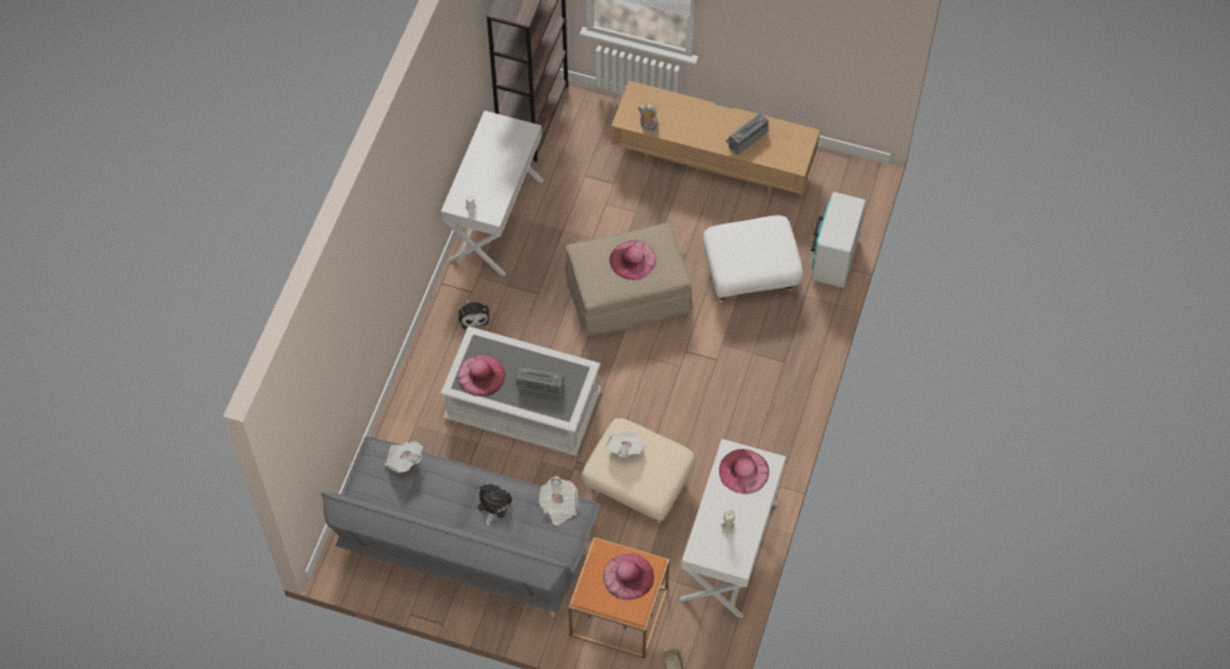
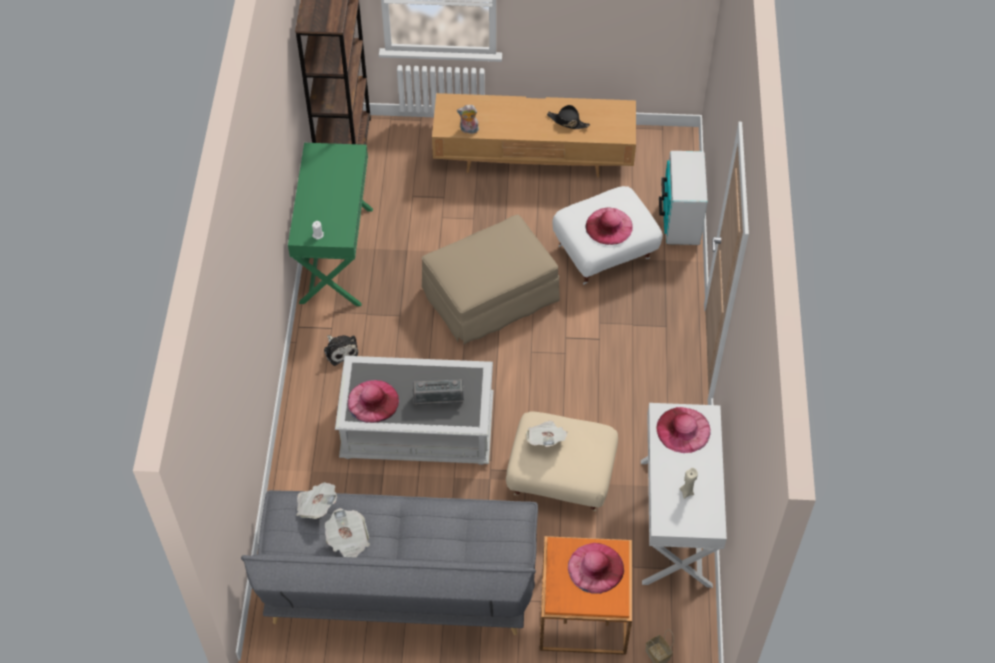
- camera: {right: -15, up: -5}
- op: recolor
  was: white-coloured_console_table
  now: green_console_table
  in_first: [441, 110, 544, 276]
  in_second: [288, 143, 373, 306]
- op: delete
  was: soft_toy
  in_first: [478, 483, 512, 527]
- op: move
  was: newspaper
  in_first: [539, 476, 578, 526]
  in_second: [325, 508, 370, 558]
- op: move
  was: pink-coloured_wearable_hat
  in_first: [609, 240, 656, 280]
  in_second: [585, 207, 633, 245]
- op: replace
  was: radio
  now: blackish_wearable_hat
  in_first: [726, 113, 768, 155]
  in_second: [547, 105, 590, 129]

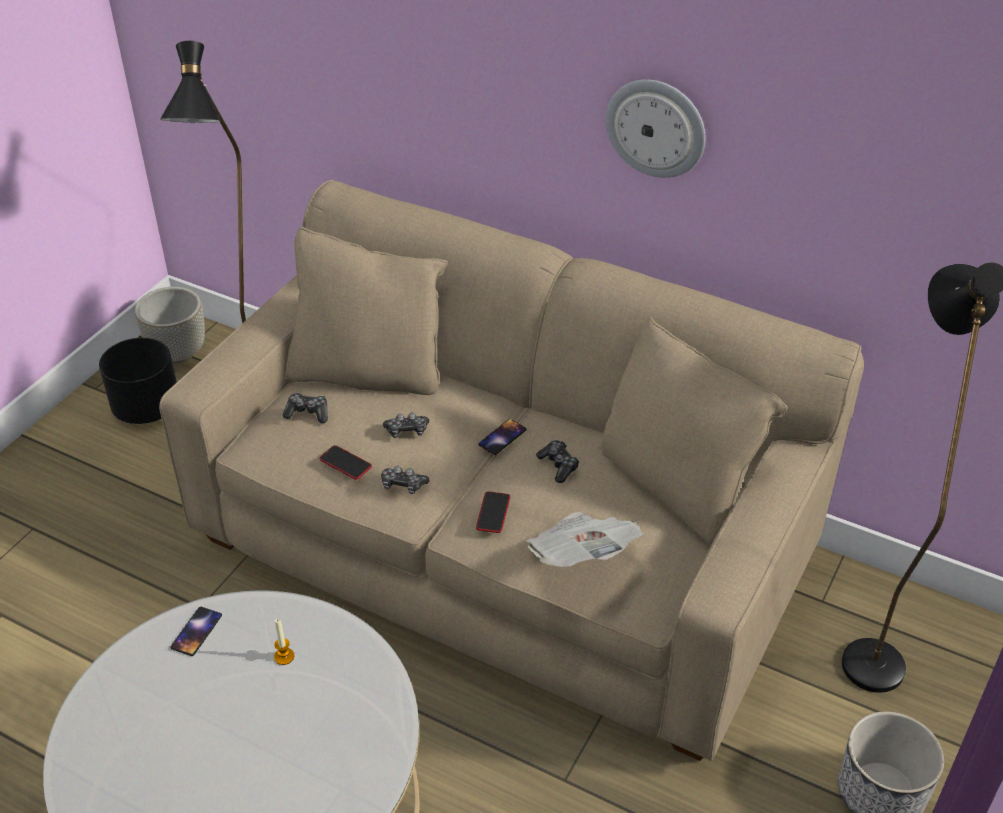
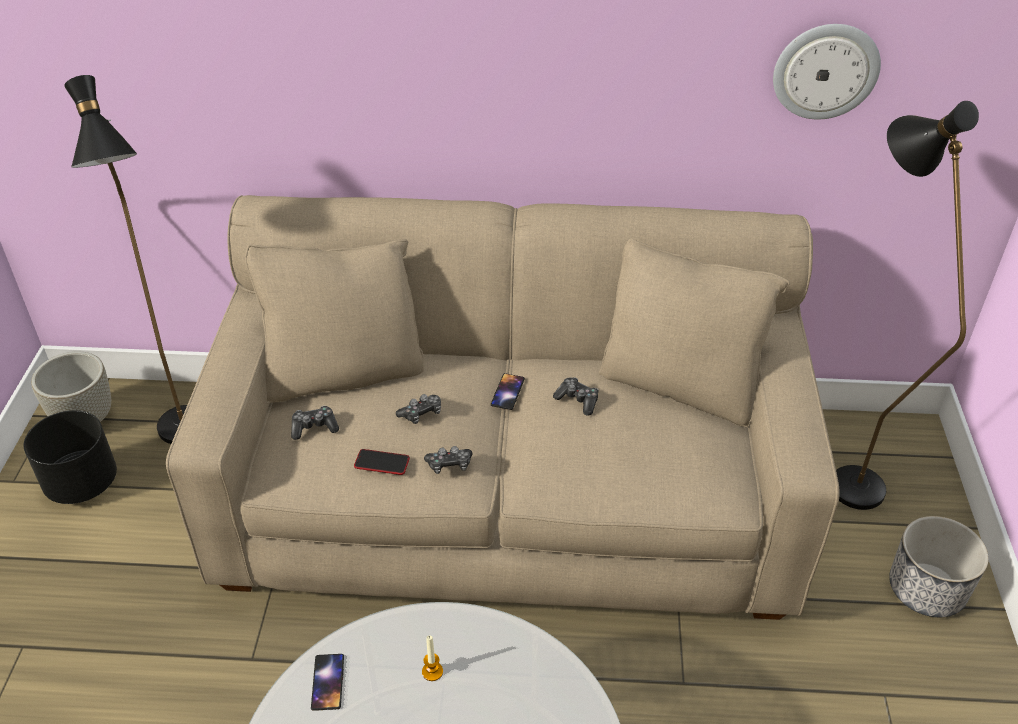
- camera: {right: -25, up: 0}
- op: delete
  was: telephone
  in_first: [476, 491, 510, 533]
- op: delete
  was: newspaper
  in_first: [526, 512, 643, 567]
- op: move
  was: wall_clock
  in_first: [606, 79, 705, 178]
  in_second: [773, 24, 881, 119]

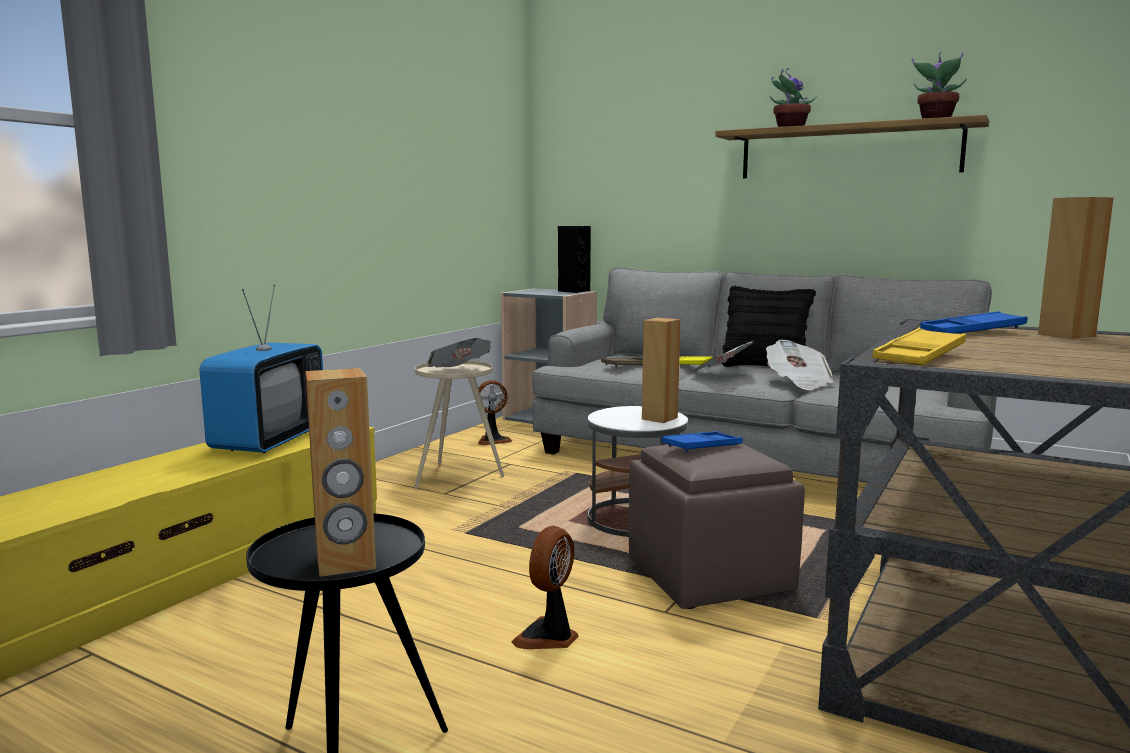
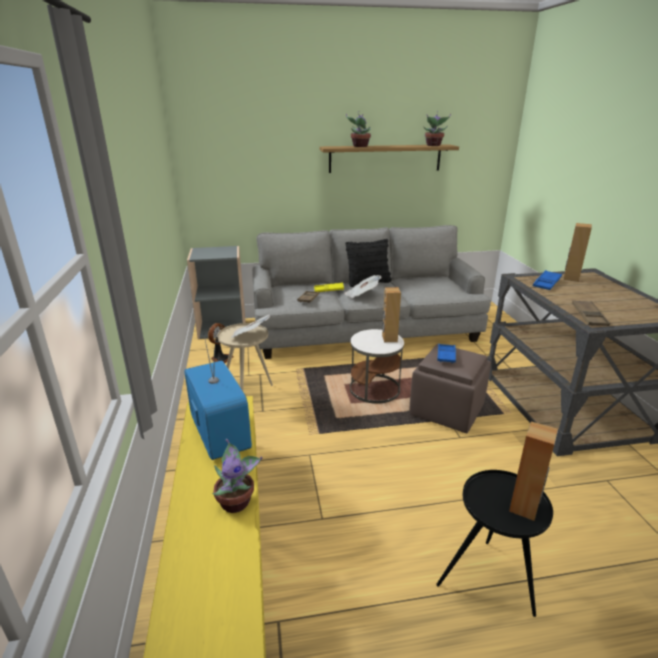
- camera: {right: -40, up: 15}
- op: delete
  was: cooling_fan
  in_first: [511, 526, 579, 649]
- op: delete
  was: blackish_speaker
  in_first: [558, 226, 591, 293]
- op: delete
  was: newspaper
  in_first: [766, 340, 834, 390]
- op: recolor
  was: yellow_tray
  now: brownish_tray
  in_first: [872, 328, 966, 365]
  in_second: [572, 300, 610, 326]
- op: insert
  now: potted_plant
  in_second: [212, 439, 262, 513]

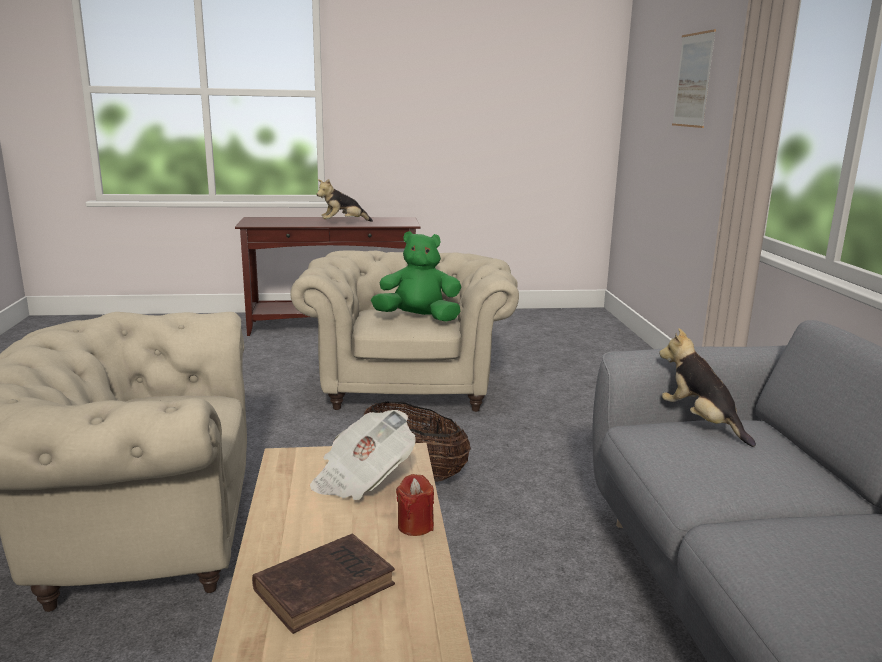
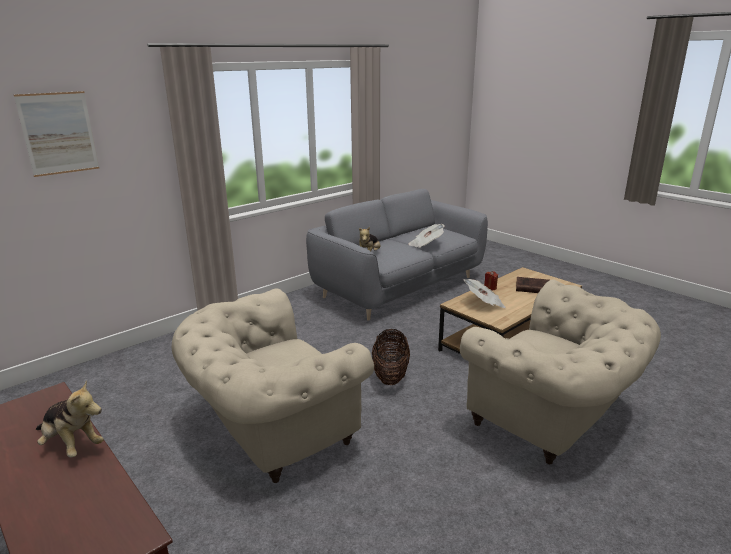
- camera: {right: -125, up: 5}
- op: delete
  was: green_soft_toy
  in_first: [371, 231, 461, 322]
- op: insert
  now: newspaper
  in_second: [408, 224, 445, 248]

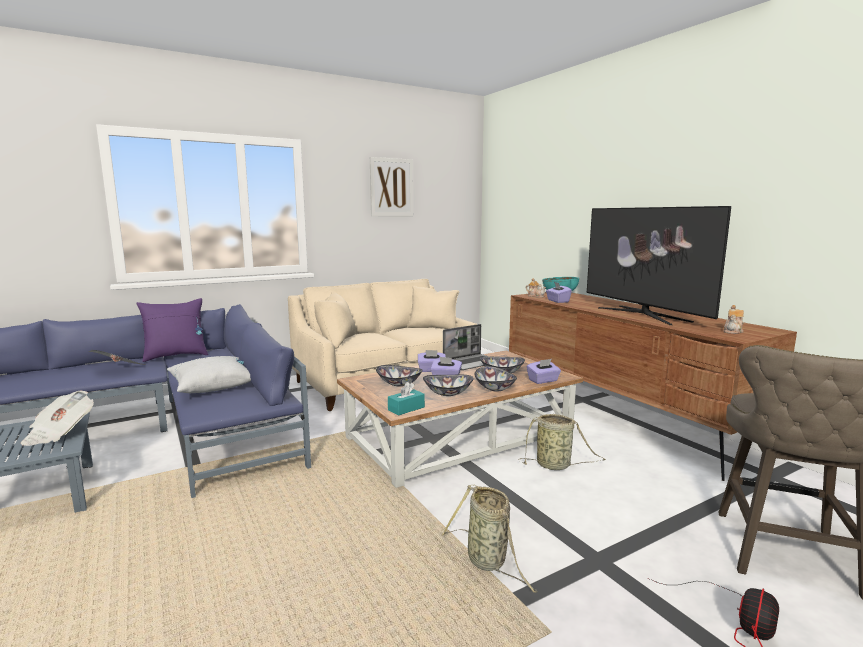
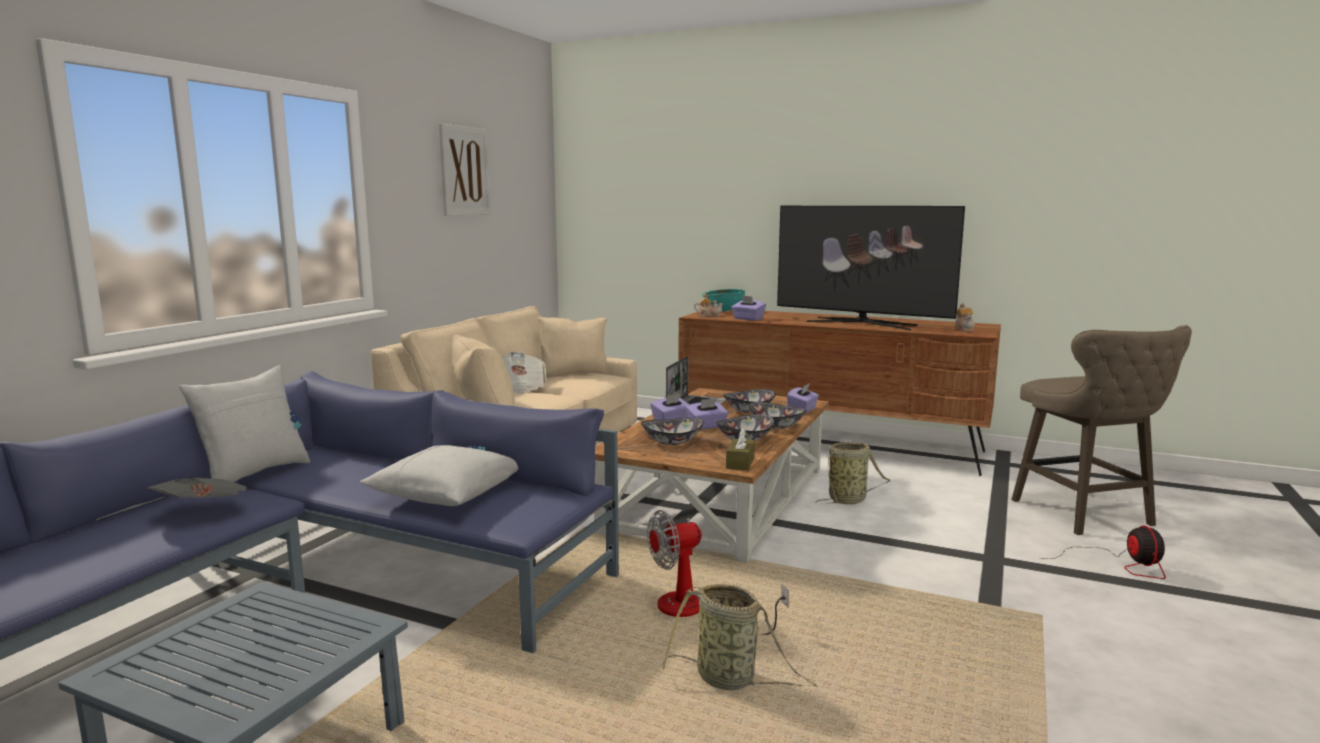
- camera: {right: -35, up: 0}
- op: move
  was: newspaper
  in_first: [21, 391, 94, 446]
  in_second: [502, 352, 547, 394]
- op: recolor
  was: purplish_pillow
  now: greyish_pillow
  in_first: [137, 298, 208, 362]
  in_second: [179, 365, 310, 482]
- op: recolor
  was: turquoise-coloured_box_of_tissues
  now: brownish_box_of_tissues
  in_first: [388, 382, 425, 416]
  in_second: [726, 428, 755, 470]
- op: move
  was: basket
  in_first: [442, 485, 538, 593]
  in_second: [662, 584, 817, 690]
- op: insert
  now: cooling_fan
  in_second: [647, 510, 789, 635]

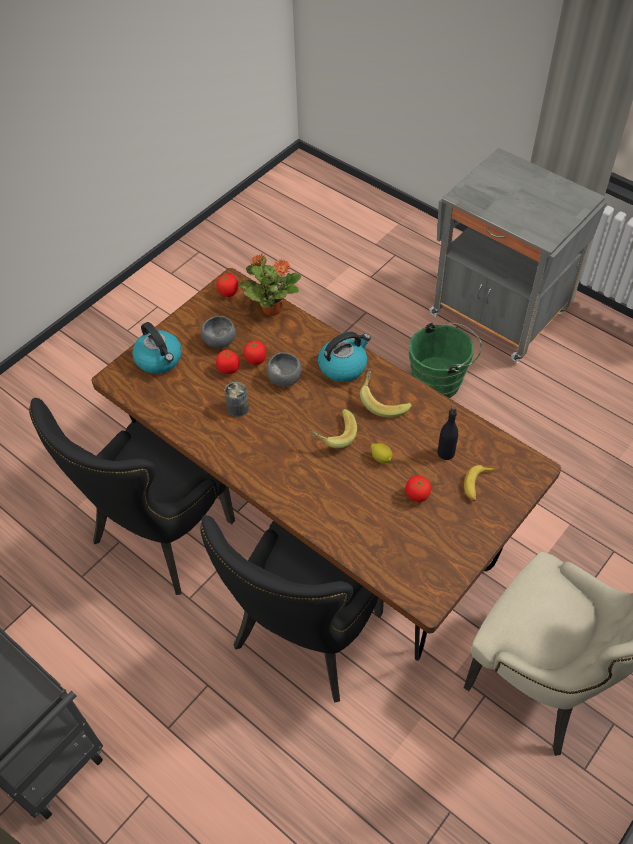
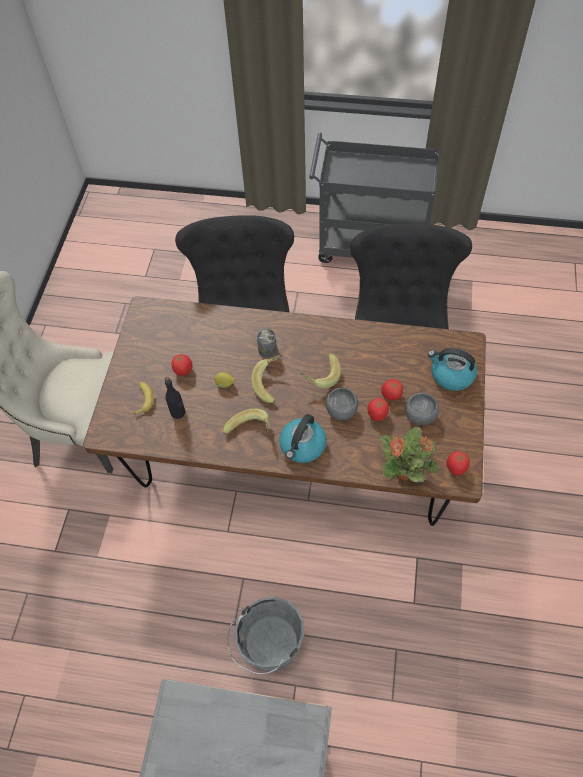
- camera: {right: 150, up: 5}
- op: move
  was: can
  in_first: [224, 382, 249, 417]
  in_second: [257, 328, 277, 358]
- op: recolor
  was: green_pail
  now: greyish_pail
  in_first: [409, 323, 482, 398]
  in_second: [227, 597, 304, 674]
- op: insert
  now: banana_fruit
  in_second: [300, 353, 341, 389]

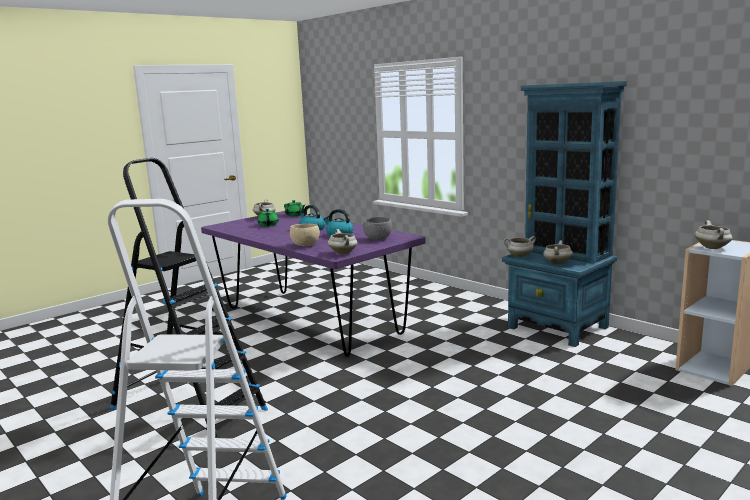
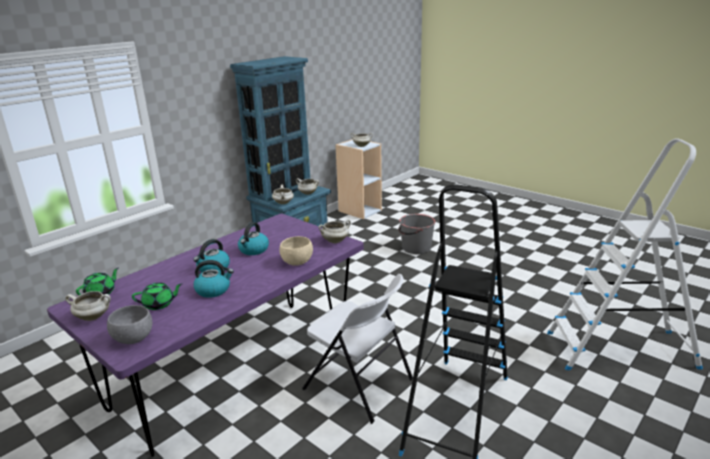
- camera: {right: -95, up: 10}
- op: move
  was: greyish_bowl
  in_first: [363, 217, 392, 240]
  in_second: [107, 305, 152, 344]
- op: insert
  now: kettle
  in_second: [194, 260, 234, 298]
- op: insert
  now: white-coloured_chair
  in_second: [302, 274, 413, 424]
- op: insert
  now: greyish_pail
  in_second: [399, 214, 435, 254]

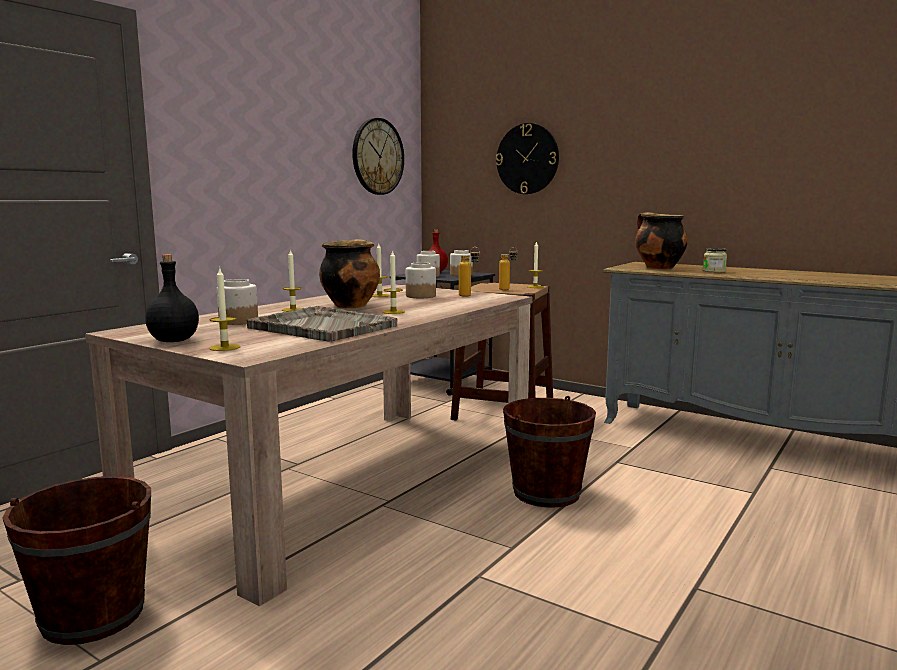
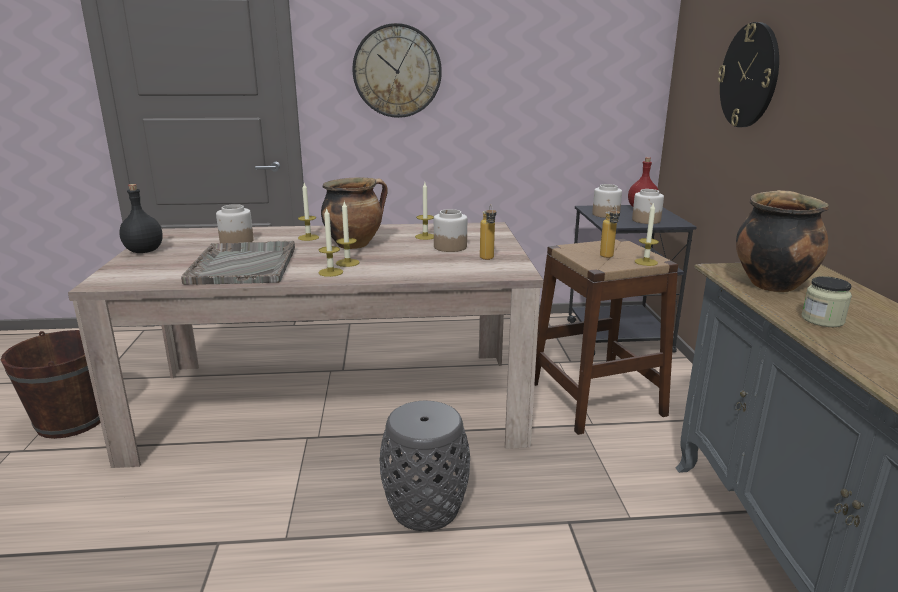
- camera: {right: 50, up: 10}
- op: move
  was: candle
  in_first: [209, 267, 241, 351]
  in_second: [318, 207, 343, 277]
- op: move
  was: wall_clock
  in_first: [352, 118, 404, 195]
  in_second: [352, 23, 442, 118]
- op: replace
  was: brownish_pail
  now: greyish_stool
  in_first: [503, 396, 596, 508]
  in_second: [379, 401, 470, 531]

